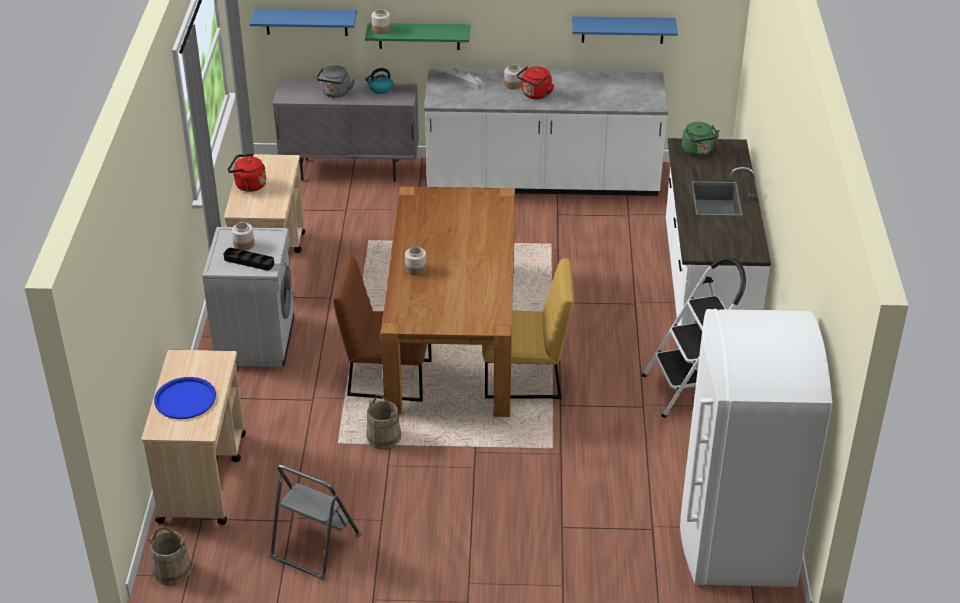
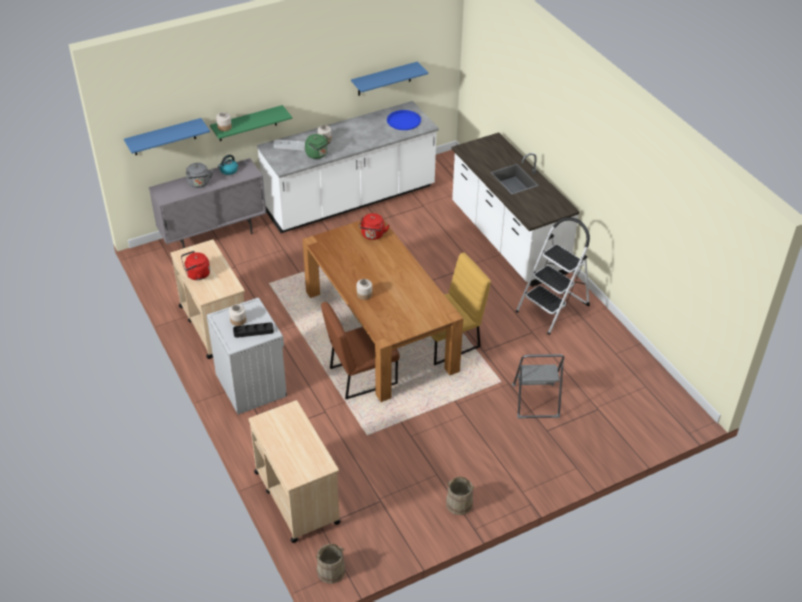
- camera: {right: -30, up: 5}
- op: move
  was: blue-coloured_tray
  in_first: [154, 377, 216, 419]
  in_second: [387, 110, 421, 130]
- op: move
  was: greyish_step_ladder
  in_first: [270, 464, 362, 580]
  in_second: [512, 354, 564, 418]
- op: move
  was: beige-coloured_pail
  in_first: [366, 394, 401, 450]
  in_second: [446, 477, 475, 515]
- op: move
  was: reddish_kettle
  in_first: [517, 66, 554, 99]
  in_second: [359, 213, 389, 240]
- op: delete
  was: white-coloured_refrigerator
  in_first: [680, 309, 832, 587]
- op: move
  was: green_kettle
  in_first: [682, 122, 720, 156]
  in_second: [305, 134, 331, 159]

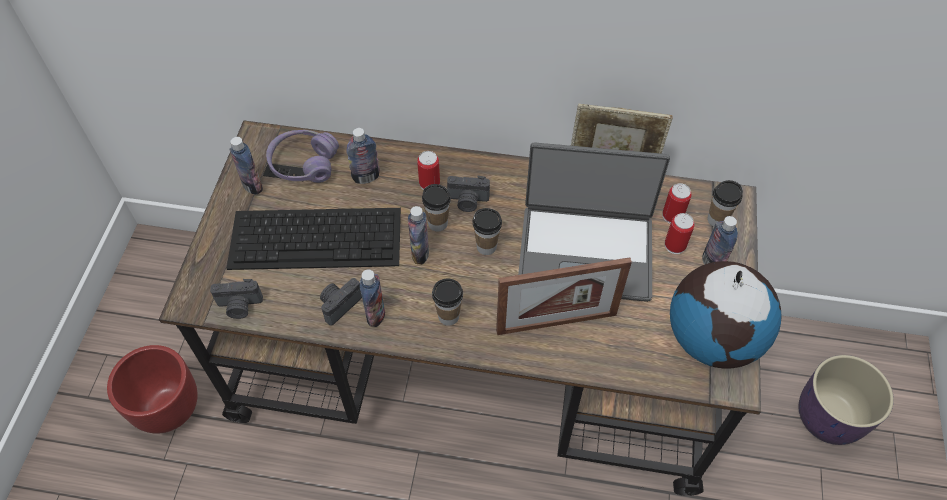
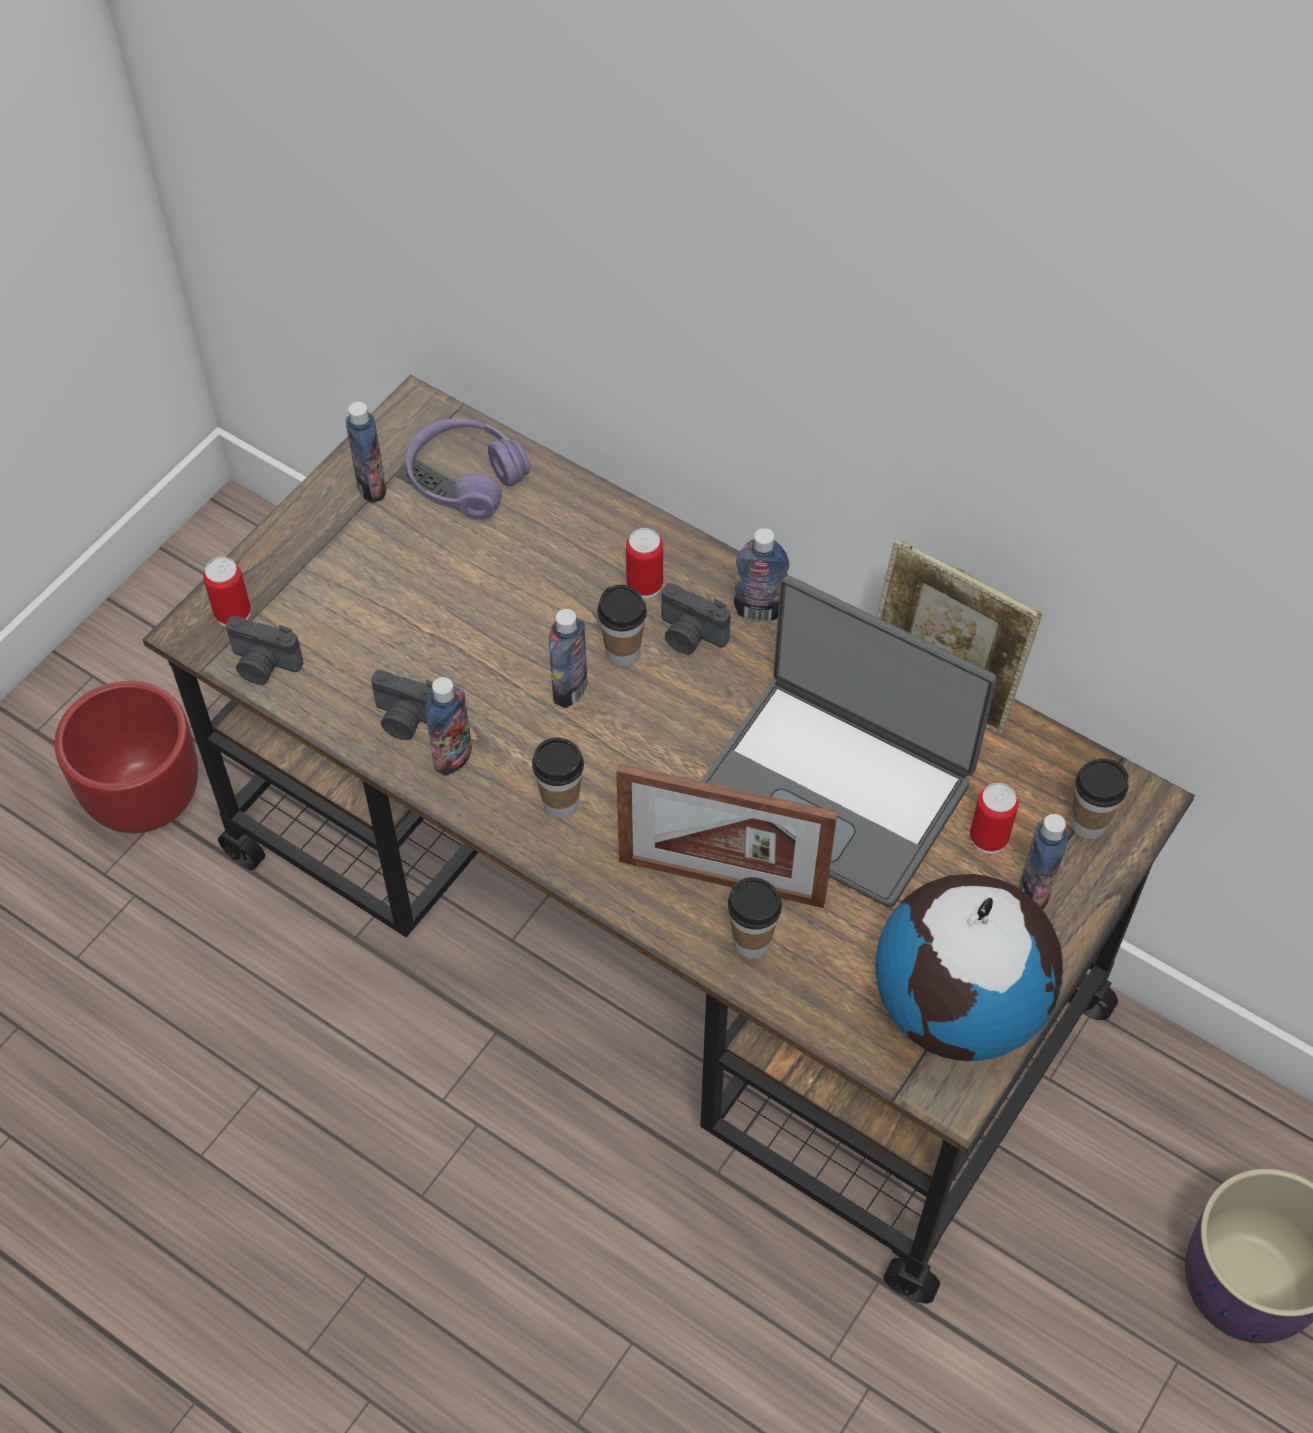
- camera: {right: 25, up: 0}
- op: delete
  was: computer_keyboard
  in_first: [227, 208, 401, 270]
- op: rotate
  was: photo_camera
  in_first: [320, 278, 362, 326]
  in_second: [371, 670, 433, 740]
  clockwise: -135
- op: move
  was: drink_bottle
  in_first: [347, 128, 380, 184]
  in_second: [734, 528, 789, 622]
- op: move
  was: small_cup
  in_first: [473, 208, 502, 255]
  in_second: [728, 877, 782, 959]
- op: move
  was: can
  in_first: [662, 183, 692, 224]
  in_second: [203, 557, 251, 627]

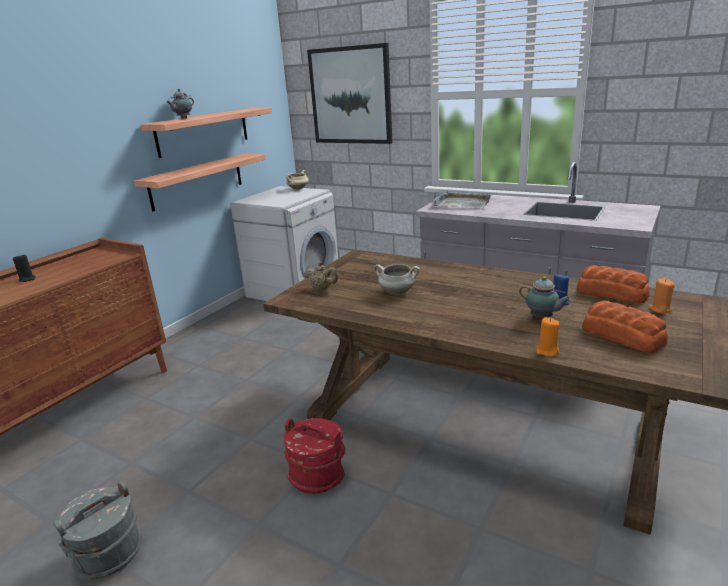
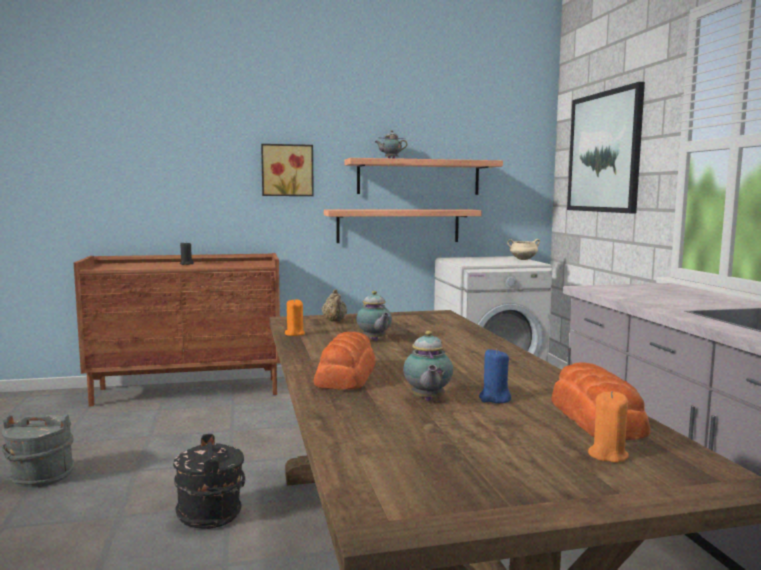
- camera: {right: 45, up: -15}
- op: recolor
  was: reddish_pail
  now: blackish_pail
  in_first: [284, 418, 346, 494]
  in_second: [173, 434, 245, 529]
- op: replace
  was: white-coloured_cooking_pot
  now: teapot
  in_first: [374, 264, 420, 295]
  in_second: [356, 291, 392, 341]
- op: delete
  was: greyish_tray
  in_first: [431, 191, 492, 209]
- op: move
  was: orange-coloured_candle
  in_first: [536, 317, 560, 357]
  in_second: [285, 299, 305, 336]
- op: move
  was: bread
  in_first: [582, 301, 668, 353]
  in_second: [314, 332, 376, 390]
- op: insert
  now: picture
  in_second: [261, 144, 314, 196]

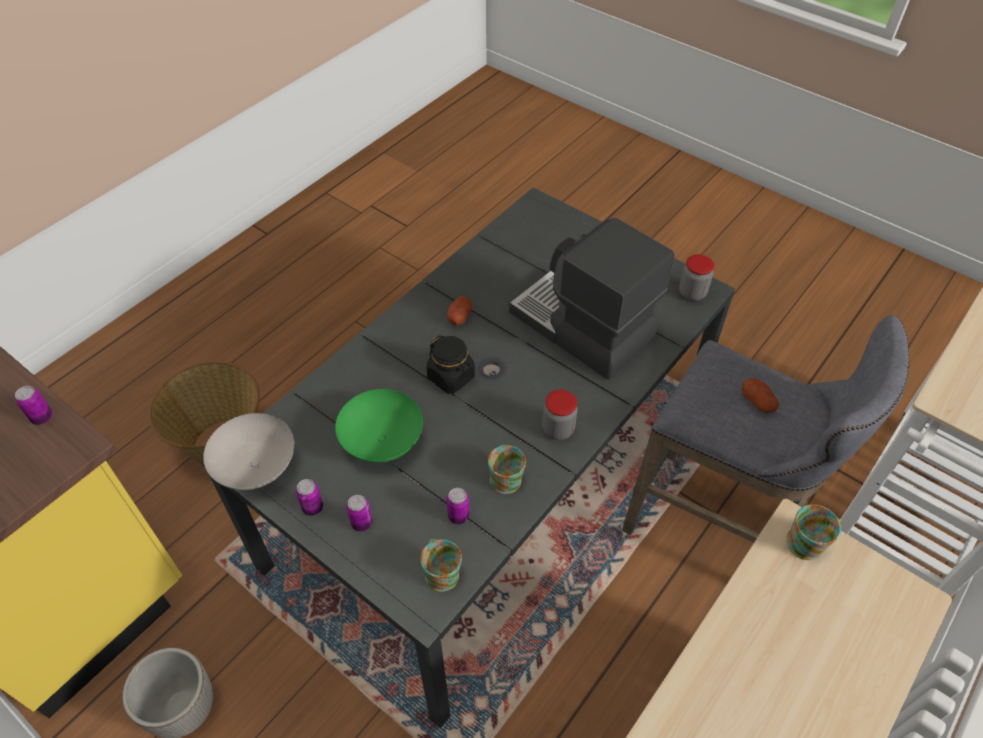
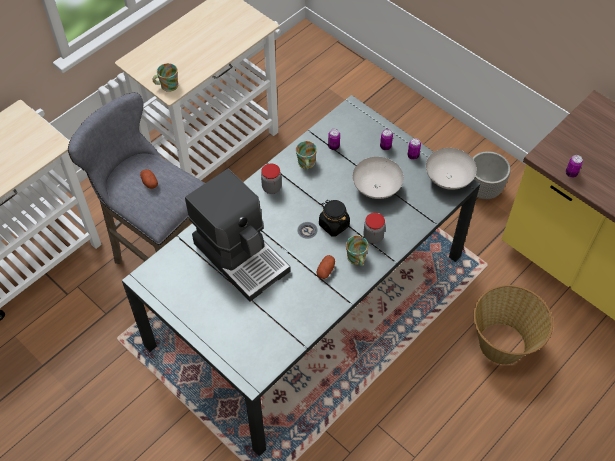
- camera: {right: -175, up: 5}
- op: recolor
  was: green_bowl
  now: white-coloured_bowl
  in_first: [335, 389, 423, 463]
  in_second: [352, 157, 404, 199]
- op: move
  was: coffee_mug
  in_first: [420, 538, 462, 592]
  in_second: [346, 235, 368, 266]
- op: move
  was: jar
  in_first: [679, 254, 714, 301]
  in_second: [364, 213, 385, 244]

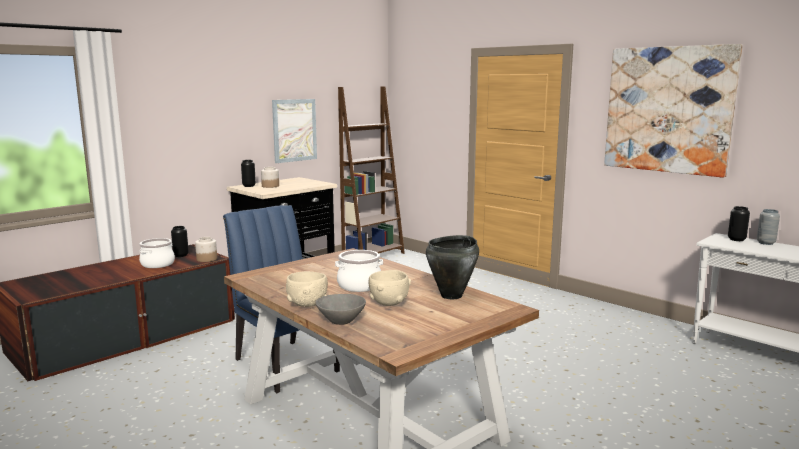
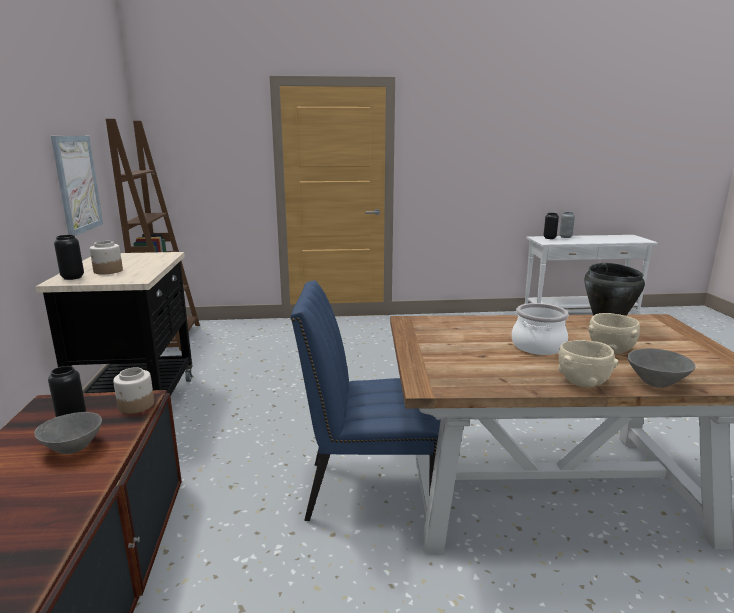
- camera: {right: -50, up: 5}
- op: replace
  was: cooking_pot
  now: greyish_bowl
  in_first: [139, 238, 175, 268]
  in_second: [34, 412, 102, 454]
- op: delete
  was: picture
  in_first: [604, 44, 743, 178]

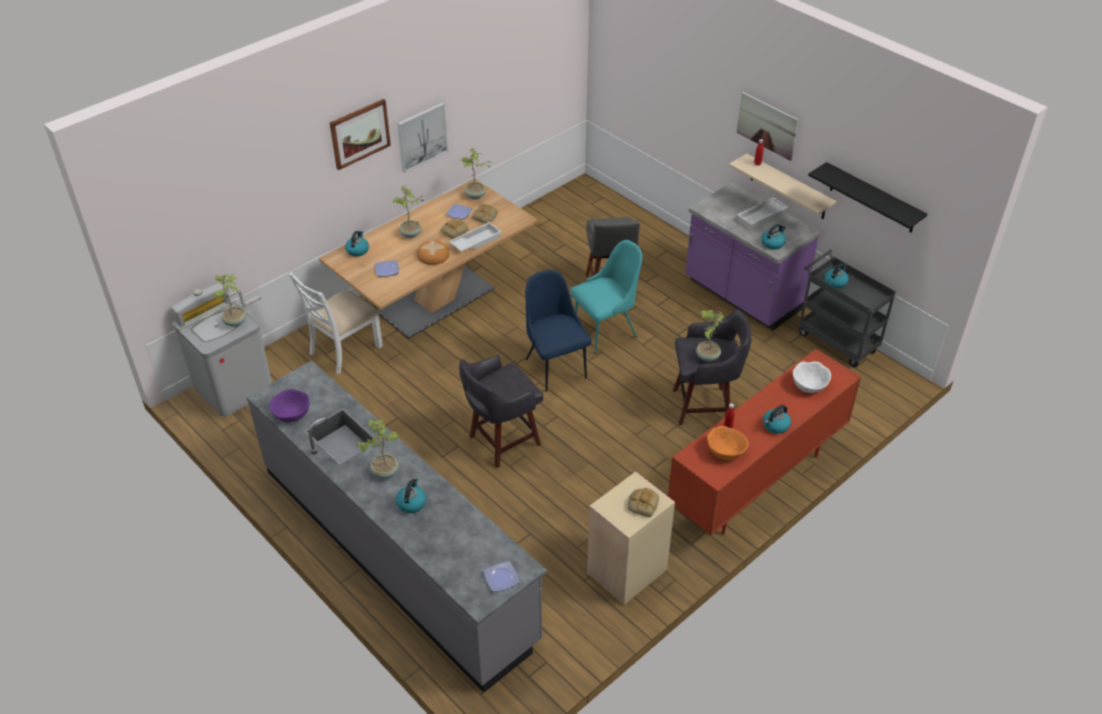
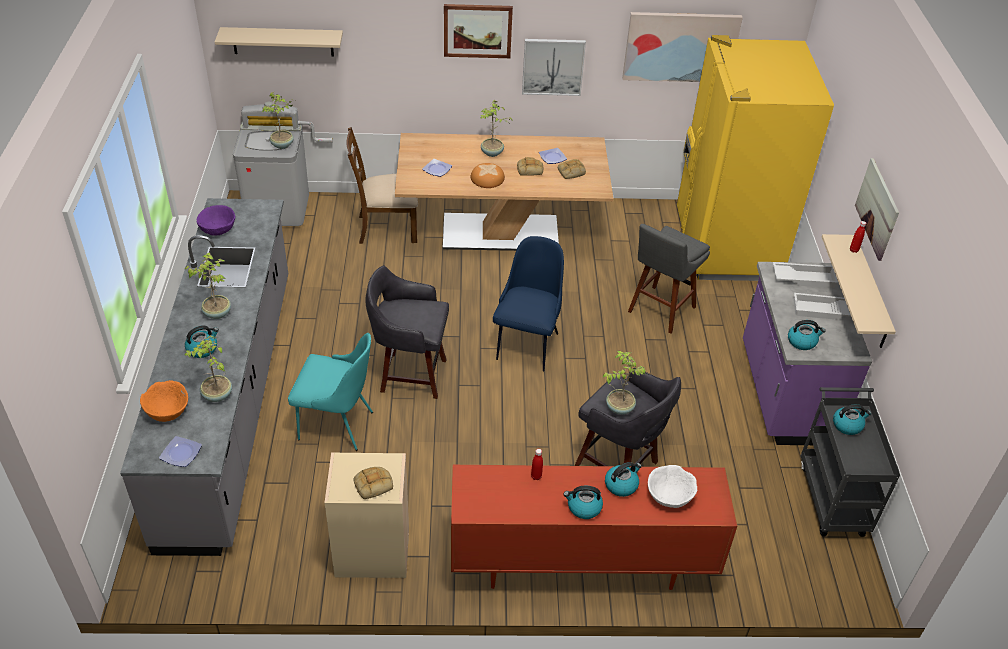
- camera: {right: 40, up: 0}
- op: recolor
  was: white-coloured_chair
  now: brownish_chair
  in_first: [290, 273, 383, 374]
  in_second: [346, 127, 418, 244]
- op: move
  was: kettle
  in_first: [345, 231, 369, 257]
  in_second: [605, 462, 642, 497]
- op: move
  was: white-coloured_tray
  in_first: [449, 222, 502, 252]
  in_second: [773, 262, 838, 288]
- op: move
  was: potted_plant
  in_first: [461, 148, 492, 199]
  in_second: [184, 335, 232, 402]
- op: move
  was: turquoise-coloured_chair
  in_first: [571, 240, 642, 354]
  in_second: [288, 333, 373, 451]
- op: move
  was: orange-coloured_bowl
  in_first: [707, 426, 749, 460]
  in_second: [140, 380, 188, 422]
- op: delete
  was: blackish_bracket_shelf
  in_first: [808, 162, 927, 233]
- op: insert
  now: beige-coloured_bracket_shelf
  in_second: [215, 27, 343, 57]
- op: insert
  now: picture
  in_second: [622, 12, 743, 82]
- op: insert
  now: yellow_refrigerator
  in_second: [677, 35, 834, 281]

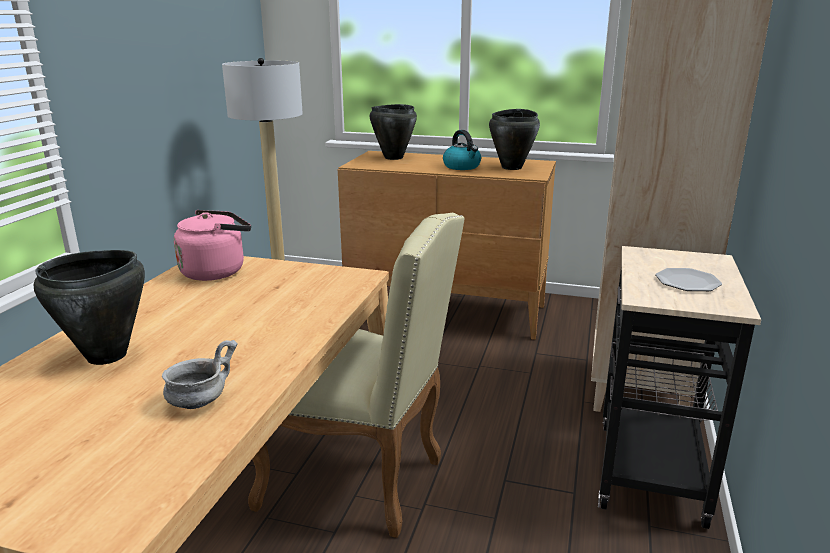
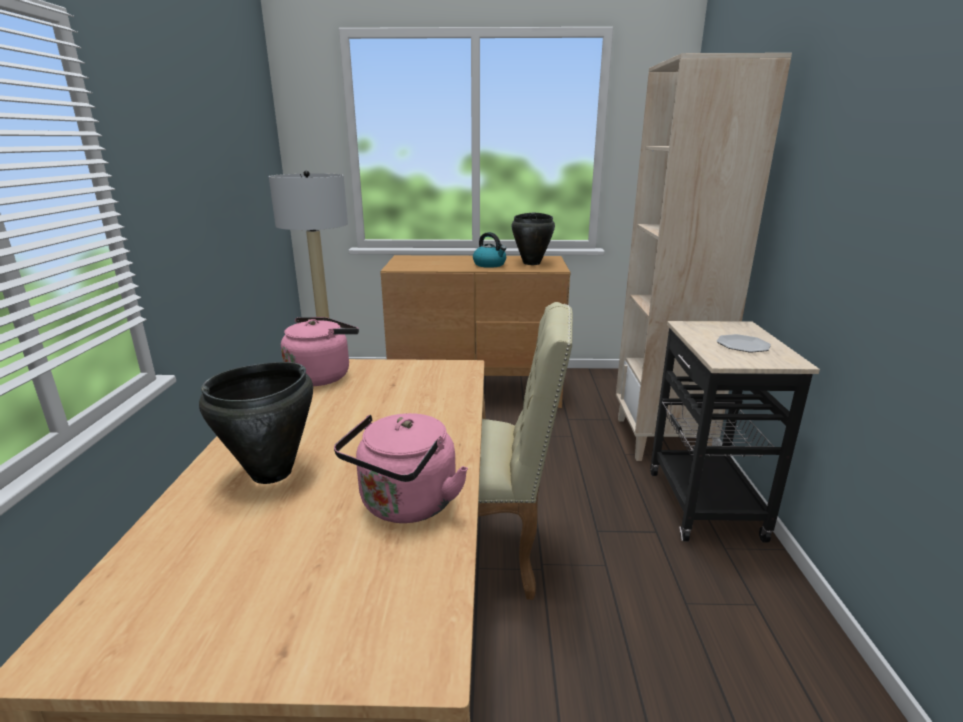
- camera: {right: -15, up: 0}
- op: replace
  was: greyish_bowl
  now: pink-coloured_kettle
  in_first: [162, 340, 238, 409]
  in_second: [334, 413, 468, 523]
- op: delete
  was: blackish_cooking_pot
  in_first: [370, 104, 417, 160]

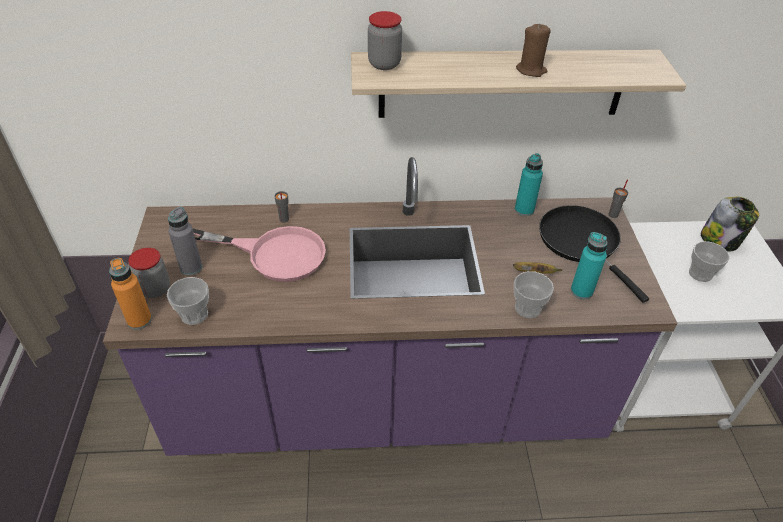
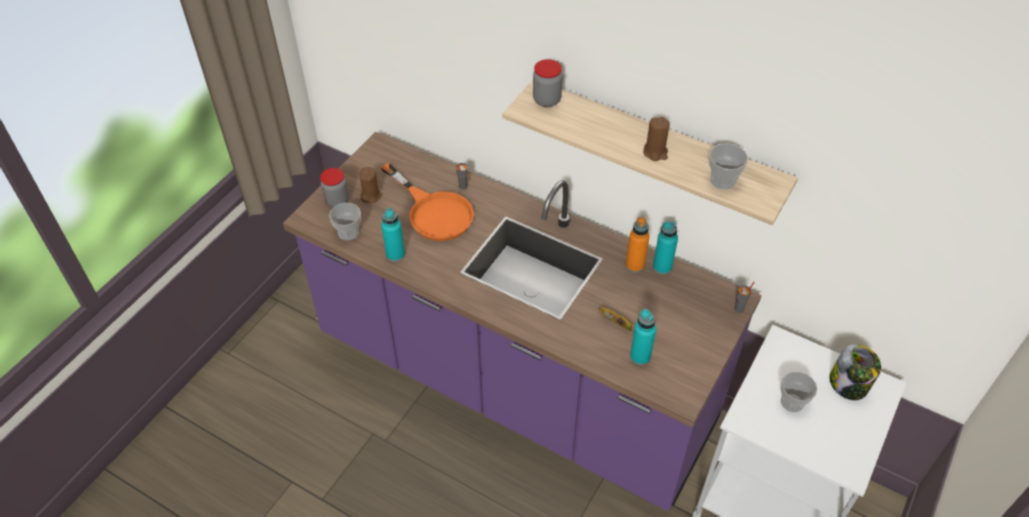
- camera: {right: 35, up: 5}
- op: move
  was: orange-coloured_drink_bottle
  in_first: [109, 258, 152, 329]
  in_second: [626, 217, 650, 273]
- op: replace
  was: greyish_drink_bottle
  now: brownish_candle
  in_first: [168, 207, 202, 276]
  in_second: [359, 167, 381, 203]
- op: recolor
  was: pink-coloured_skillet
  now: orange-coloured_skillet
  in_first: [192, 226, 326, 282]
  in_second: [381, 163, 474, 241]
- op: move
  was: small_cup
  in_first: [514, 271, 554, 318]
  in_second: [709, 143, 748, 189]
- op: delete
  was: blackish_skillet
  in_first: [539, 205, 649, 303]
- op: insert
  now: turquoise-coloured_drink_bottle
  in_second: [381, 208, 405, 262]

